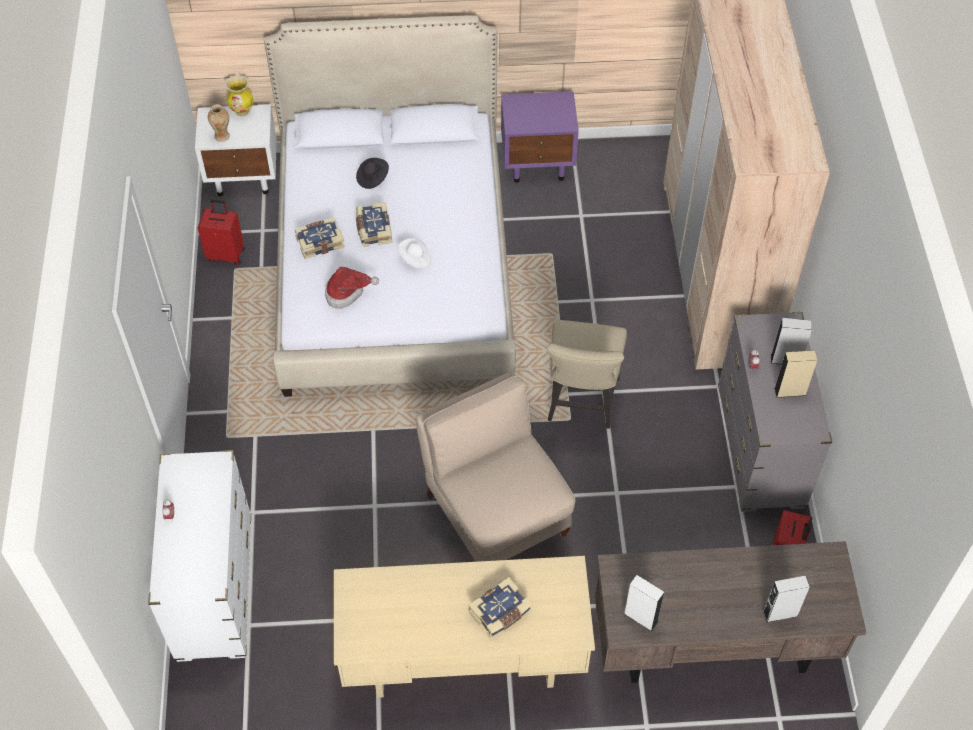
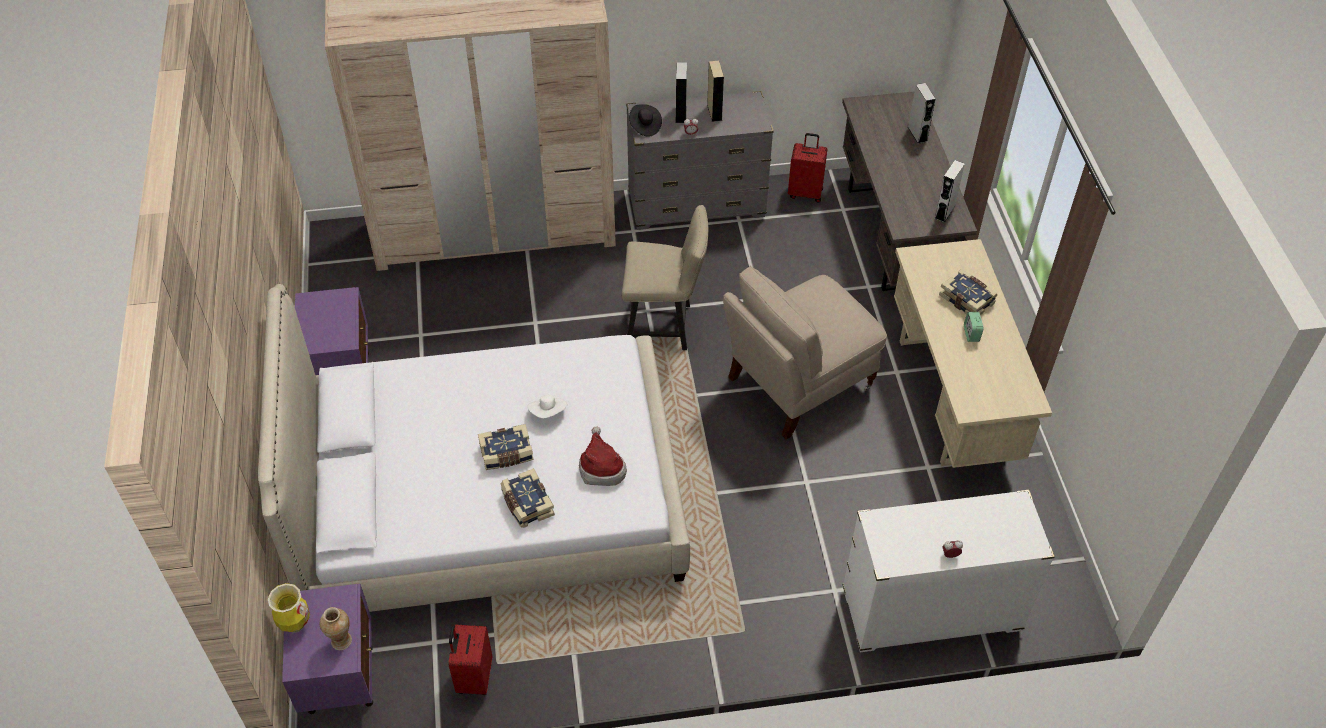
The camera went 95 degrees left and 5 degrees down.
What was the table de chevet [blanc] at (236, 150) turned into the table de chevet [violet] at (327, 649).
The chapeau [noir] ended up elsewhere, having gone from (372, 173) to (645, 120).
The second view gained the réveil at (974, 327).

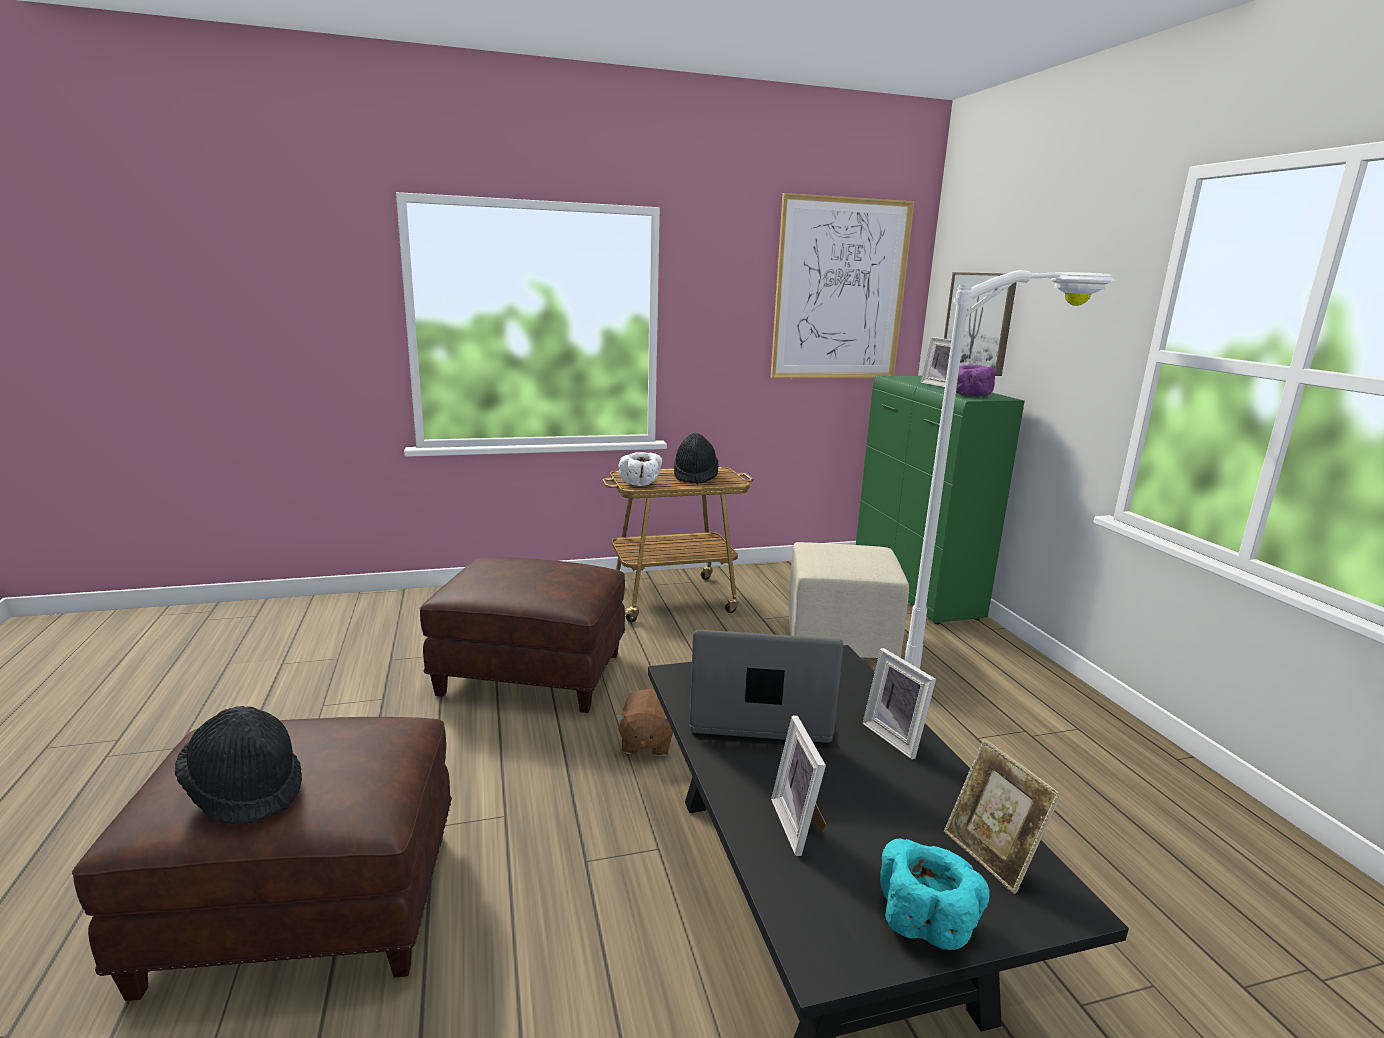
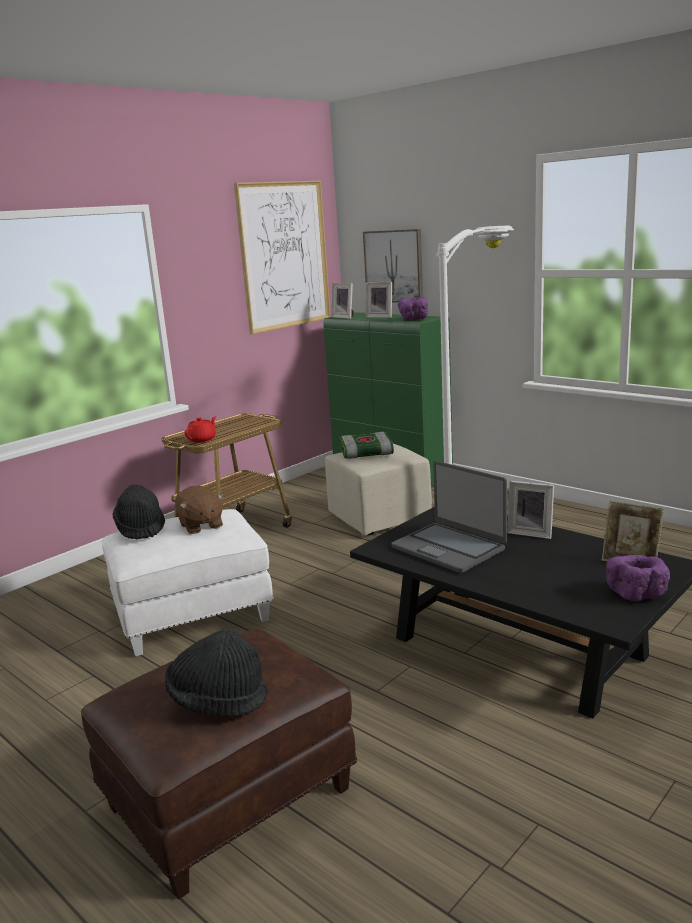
The camera went 30 degrees left and 0 degrees up.
The chapeau [noir] ended up elsewhere, having gone from (696, 458) to (139, 511).
Where the bol [blanc] stood at (640, 469), the théière [rouge] came to stand at (200, 429).
What was the pouf [marron] at (523, 635) turned into the pouf [blanc] at (188, 582).
The ordinateur portable at (767, 686) ended up facing another way, 105 degrees counterclockwise from before.
The peluche [marron] ended up elsewhere, having gone from (644, 722) to (199, 510).
The cadre photo ended up elsewhere, having gone from (798, 785) to (342, 301).
What was the bol [turquoise] at (934, 894) turned into the bol [violet] at (638, 578).
The second view gained the livre at (367, 445).

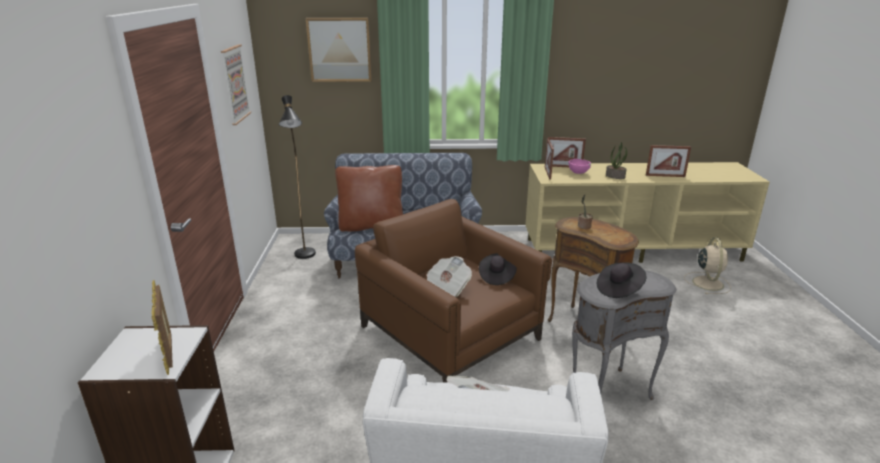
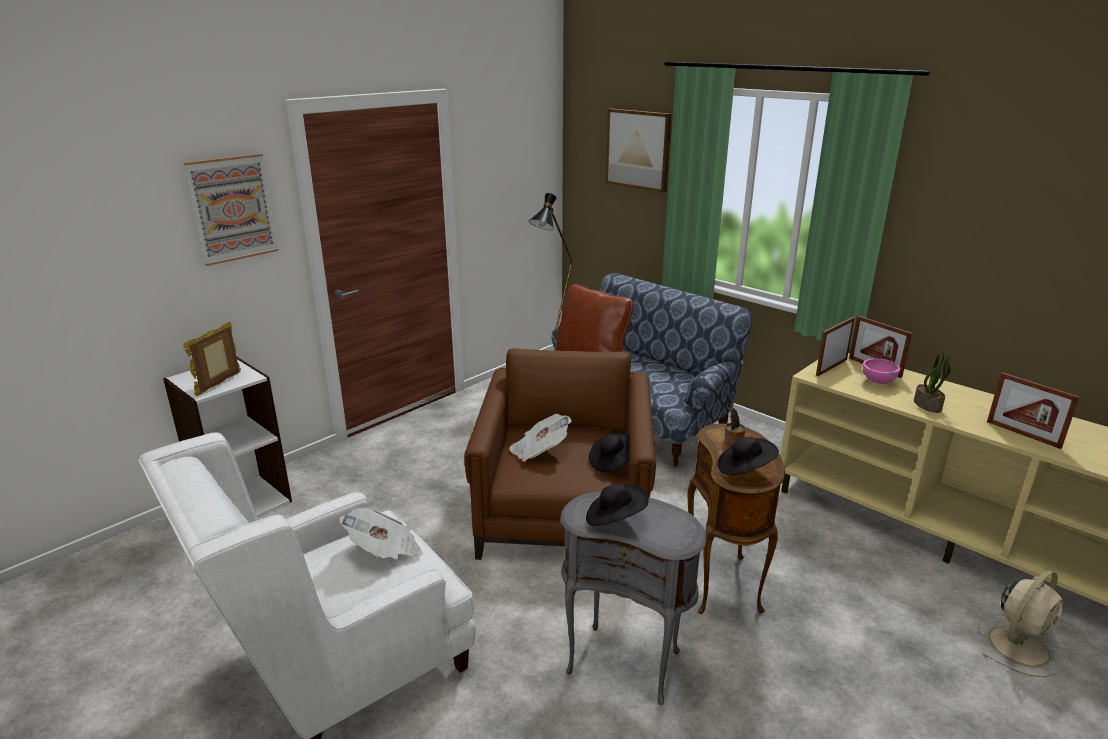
The camera went 45 degrees right and 0 degrees up.
The tableau ended up elsewhere, having gone from (236, 85) to (230, 209).
The second view gained the chapeau [noir] at (748, 456).

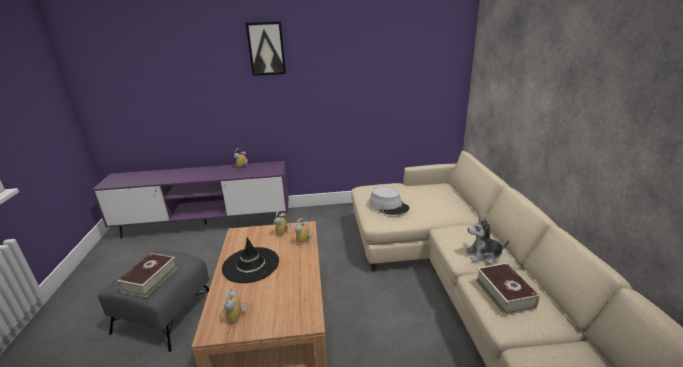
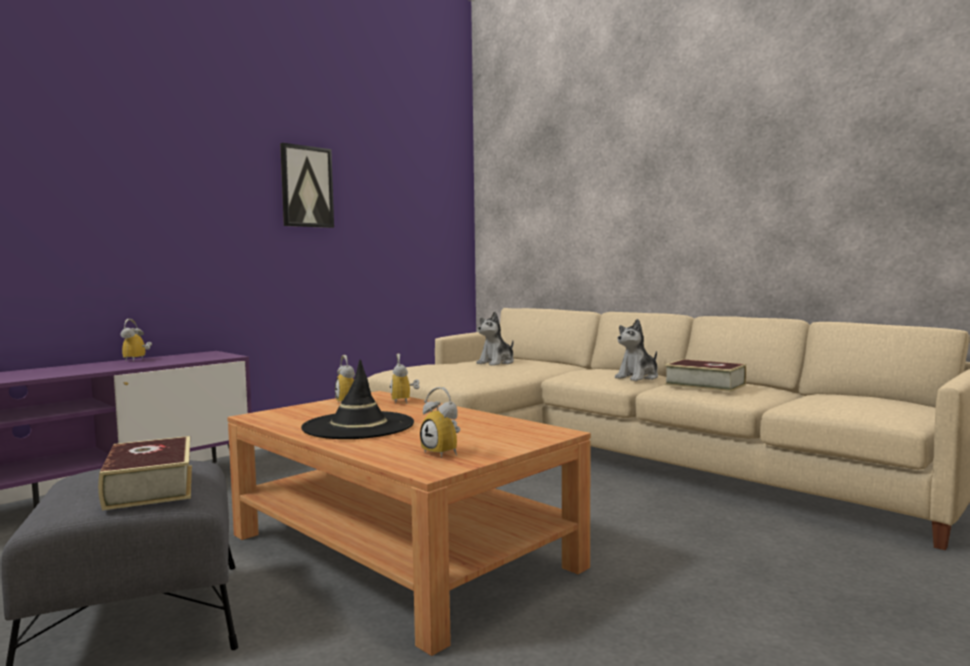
The camera went 40 degrees left and 20 degrees down.
The tableau ended up elsewhere, having gone from (266, 48) to (307, 185).
The second view lost the chapeau [gris] at (389, 200).
The second view gained the peluche at (495, 339).

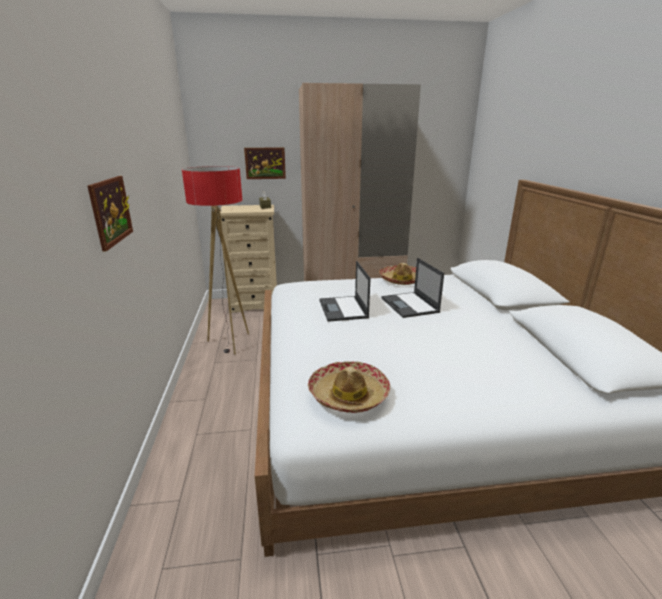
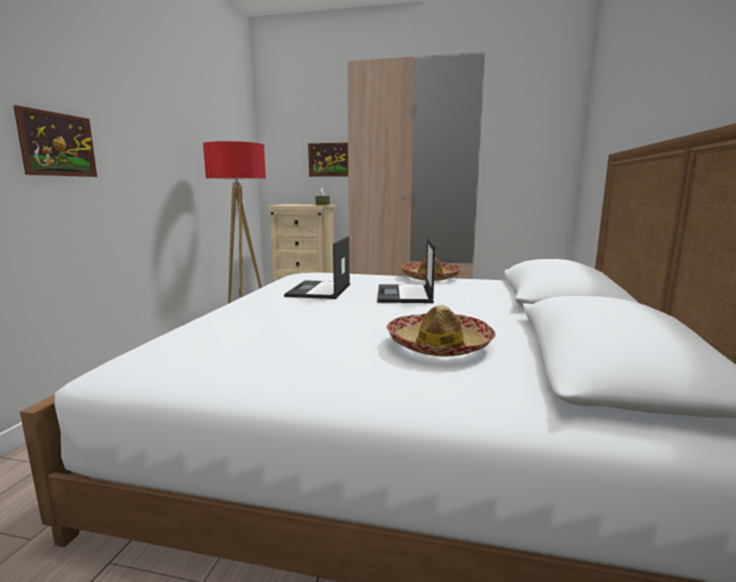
The camera went 20 degrees right and 10 degrees down.
The chapeau ended up elsewhere, having gone from (349, 387) to (441, 331).

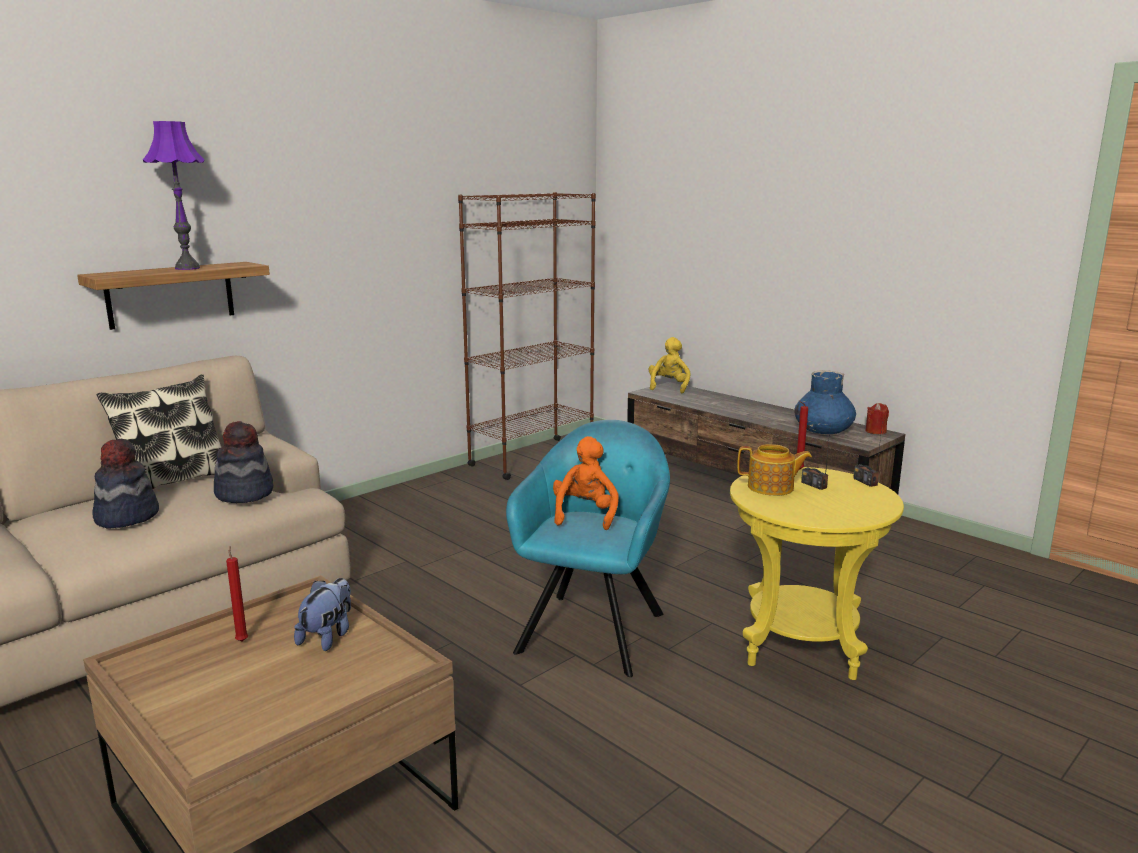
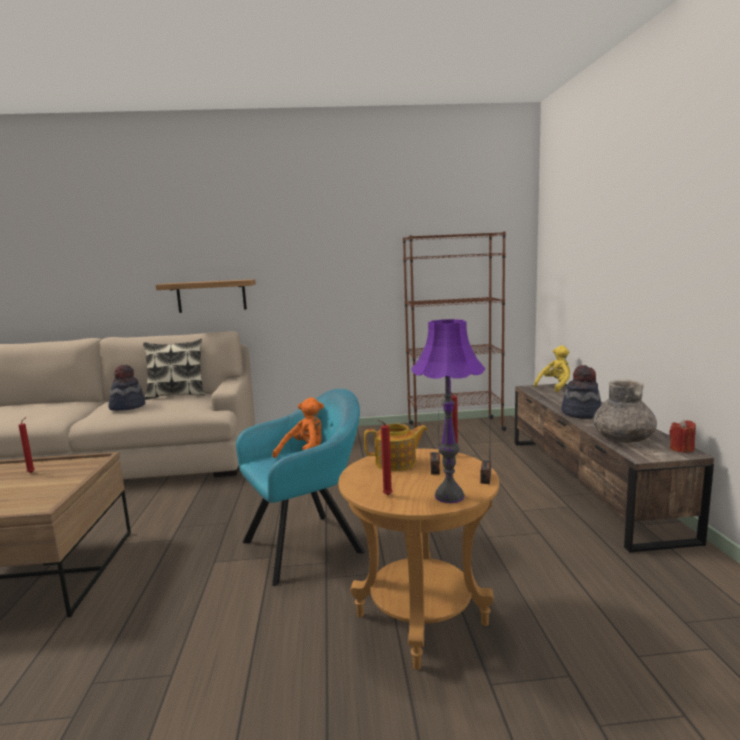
The camera went 40 degrees right and 5 degrees down.
The lampe de table [violet] ended up elsewhere, having gone from (173, 195) to (448, 411).
What was the vase [bleu] at (825, 402) turned into the vase [gris] at (625, 411).
The chapeau ended up elsewhere, having gone from (243, 462) to (581, 392).
The théière at (774, 470) ended up facing another way, 60 degrees counterclockwise from before.
What was the table d'appoint [jaune] at (817, 573) turned into the table d'appoint [marron] at (418, 559).
The second view lost the peluche at (322, 614).
The second view gained the bougie [rouge] at (385, 457).

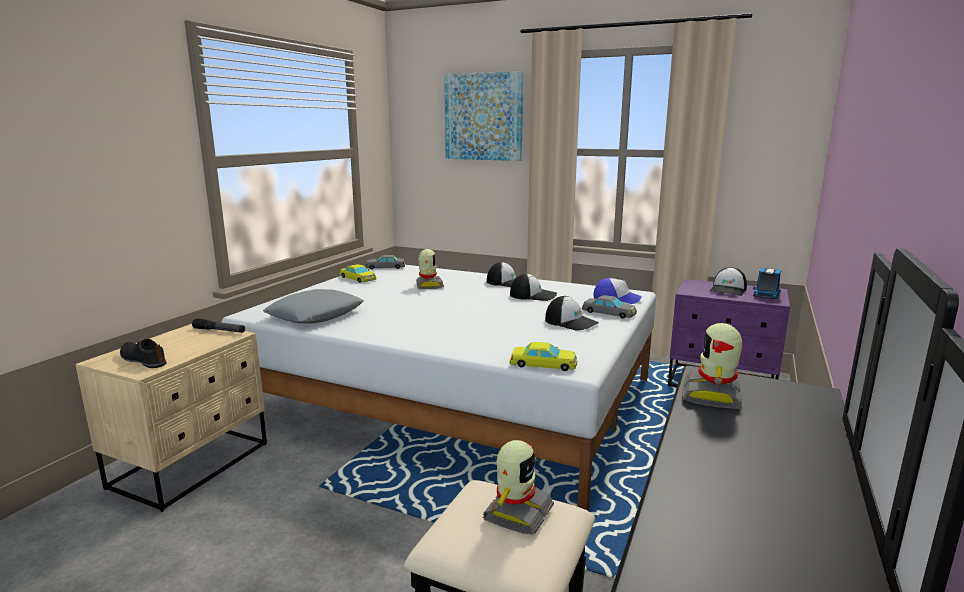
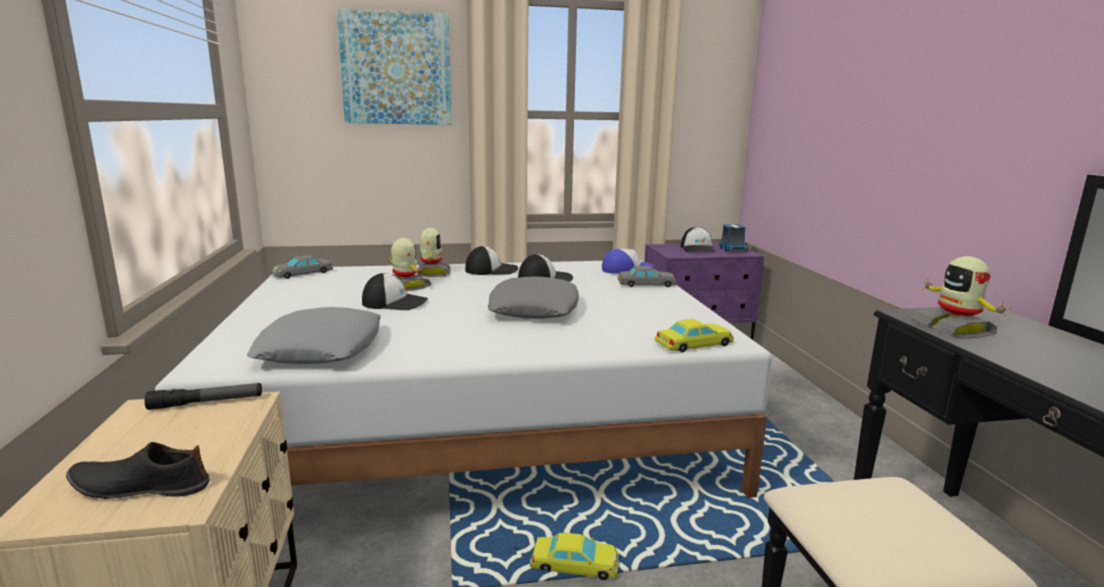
The camera went 35 degrees left and 0 degrees up.
The petite voiture [jaune] ended up elsewhere, having gone from (357, 273) to (574, 556).
The casquette ended up elsewhere, having gone from (572, 313) to (395, 291).
The robot jouet ended up elsewhere, having gone from (518, 487) to (434, 252).
The second view gained the coussin [gris] at (533, 297).

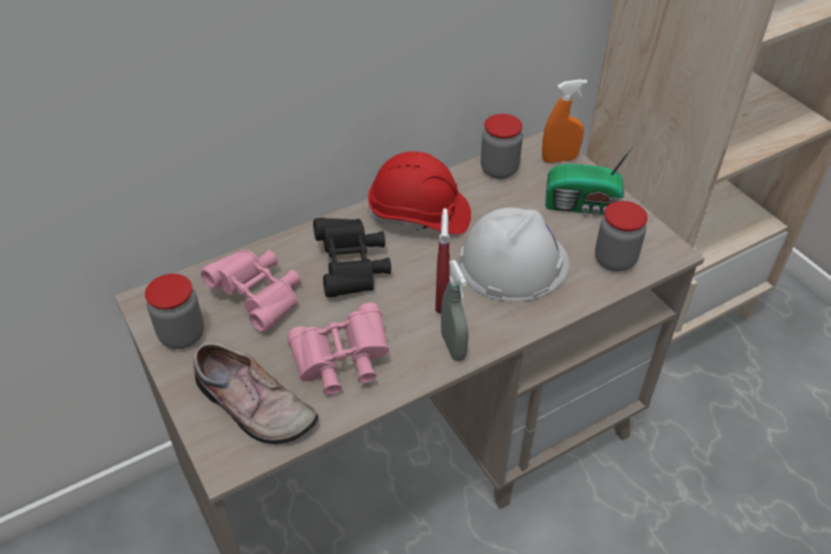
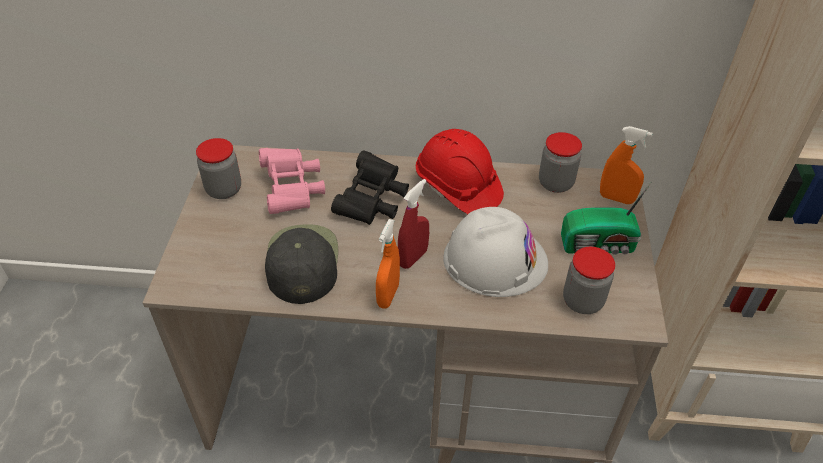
The camera went 35 degrees right and 0 degrees up.
The radio at (591, 178) ended up facing another way, 45 degrees counterclockwise from before.
What was the vaporisateur [gris] at (455, 310) turned into the vaporisateur [orange] at (388, 264).
Where the jumelles [rose] stood at (338, 349), the casquette [noir] came to stand at (301, 264).
The second view lost the chaussure at (255, 393).

